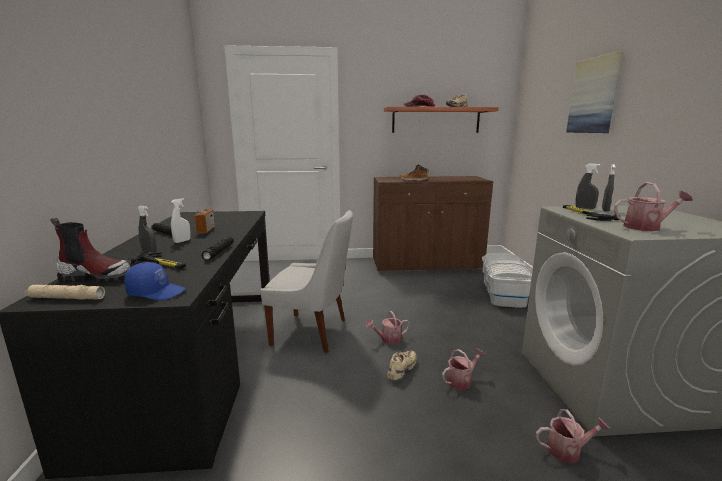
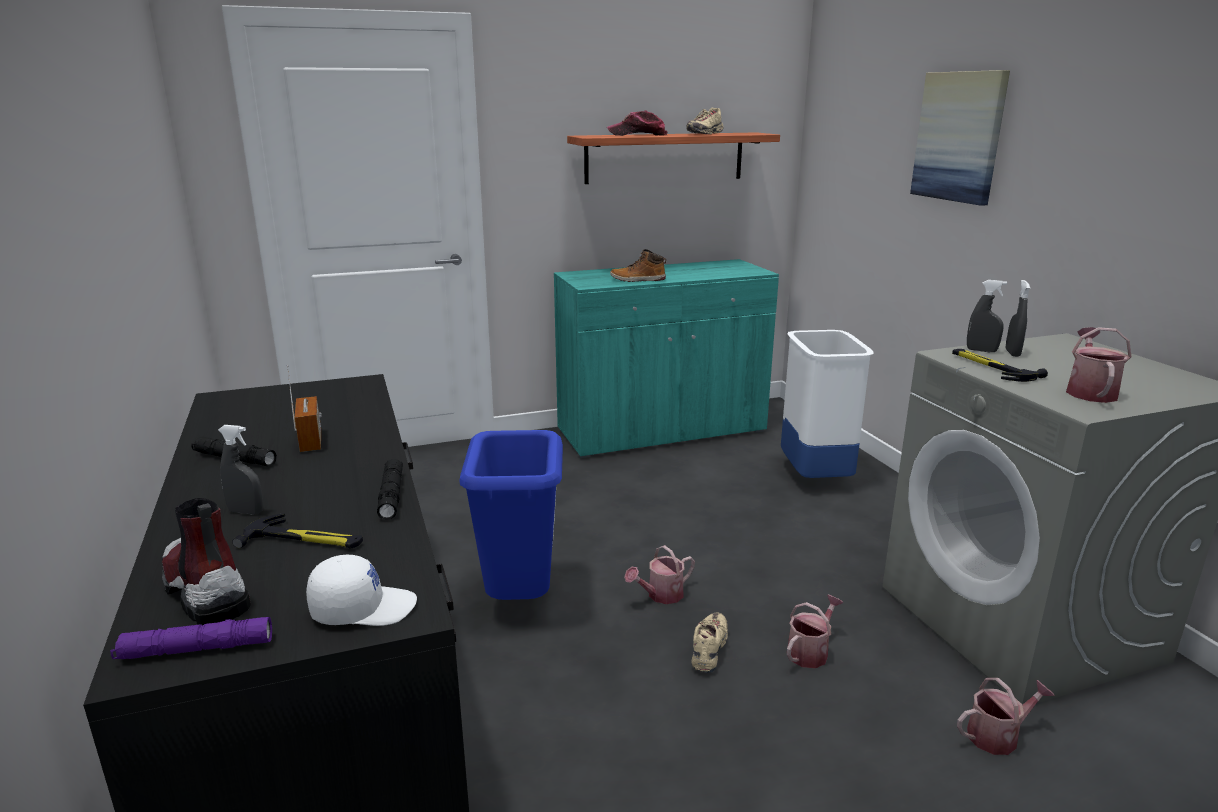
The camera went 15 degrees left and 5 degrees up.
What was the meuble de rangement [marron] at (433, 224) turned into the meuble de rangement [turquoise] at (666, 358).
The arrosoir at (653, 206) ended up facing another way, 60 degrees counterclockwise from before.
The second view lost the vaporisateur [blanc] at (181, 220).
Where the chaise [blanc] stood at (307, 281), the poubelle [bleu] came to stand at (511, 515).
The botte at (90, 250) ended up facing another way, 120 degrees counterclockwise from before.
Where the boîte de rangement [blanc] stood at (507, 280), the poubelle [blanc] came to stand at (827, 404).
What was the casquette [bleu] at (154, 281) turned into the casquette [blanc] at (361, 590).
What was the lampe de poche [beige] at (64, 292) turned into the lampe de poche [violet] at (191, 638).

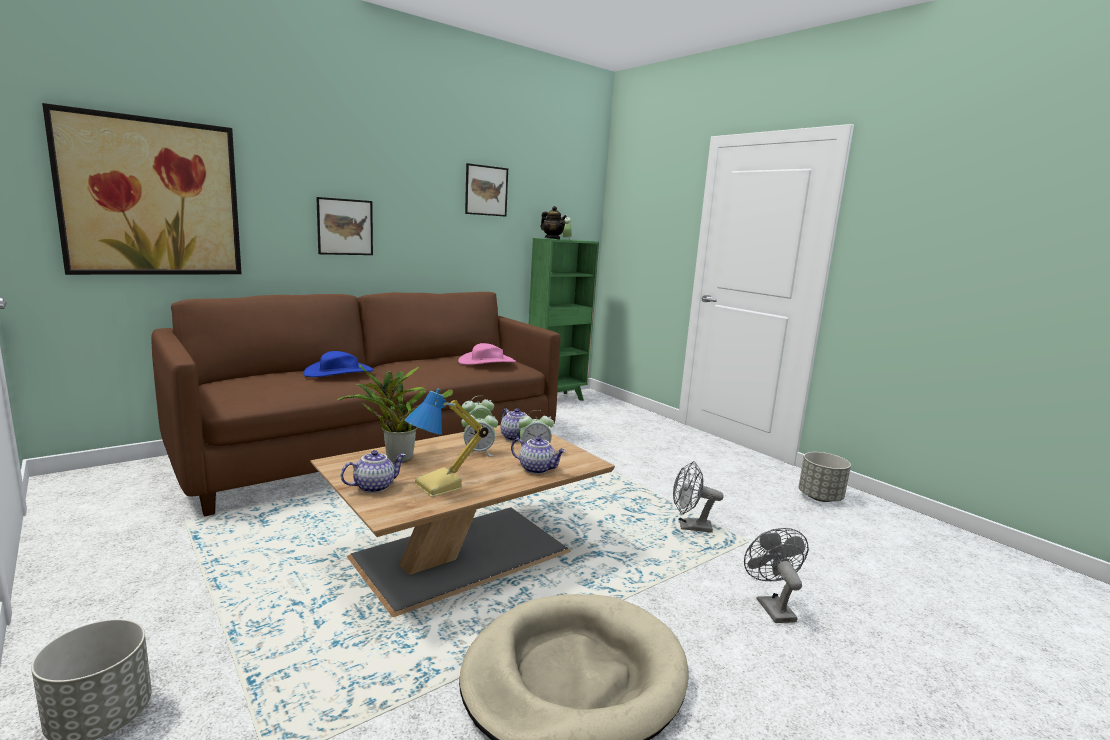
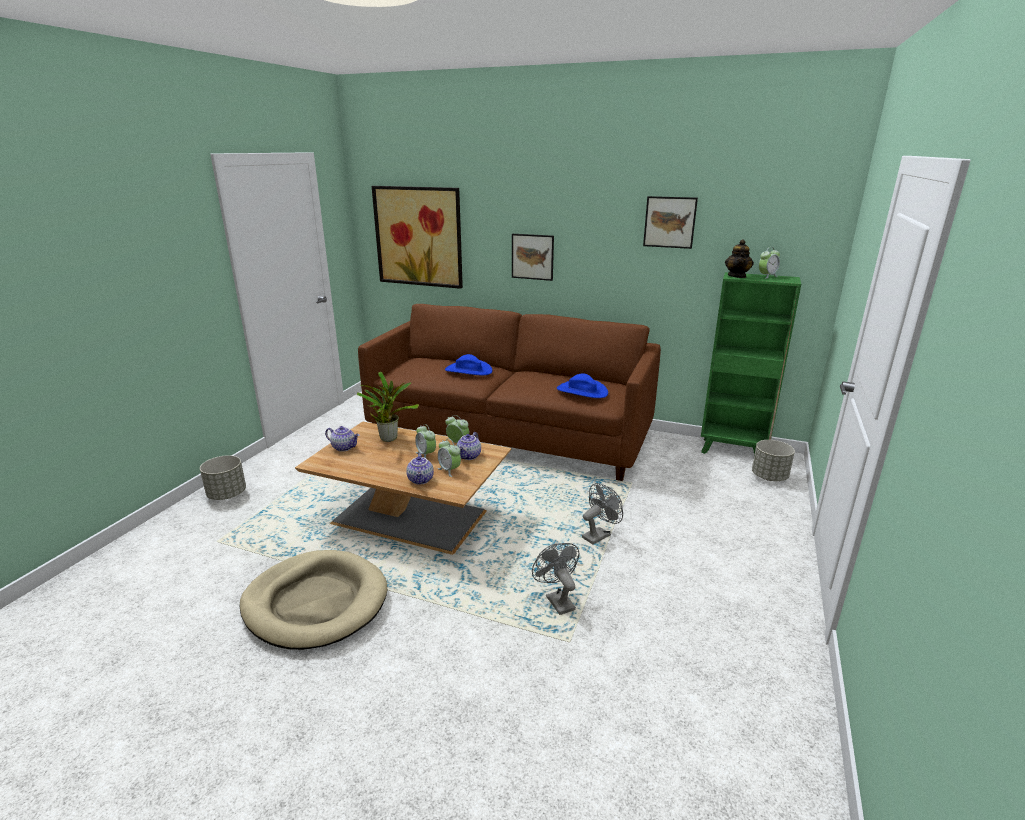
The camera went 60 degrees right and 10 degrees up.
What was the chapeau [rose] at (487, 354) turned into the chapeau [bleu] at (582, 385).
The second view lost the lampe de table at (446, 443).
The cache-pot [gris] ended up elsewhere, having gone from (825, 477) to (773, 460).
The ventilateur [gris] ended up elsewhere, having gone from (776, 575) to (602, 513).

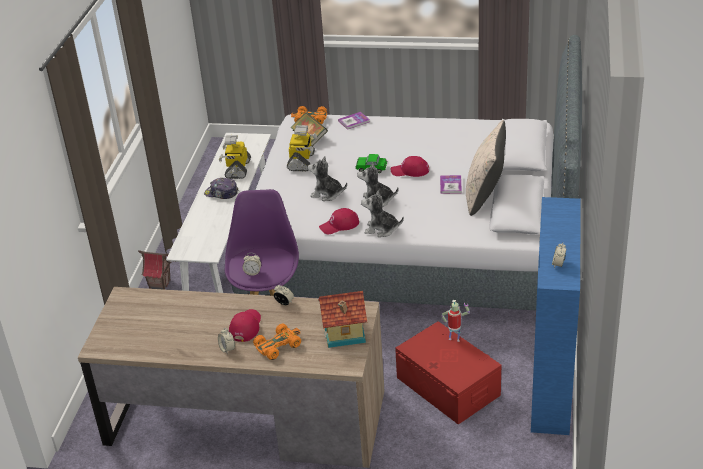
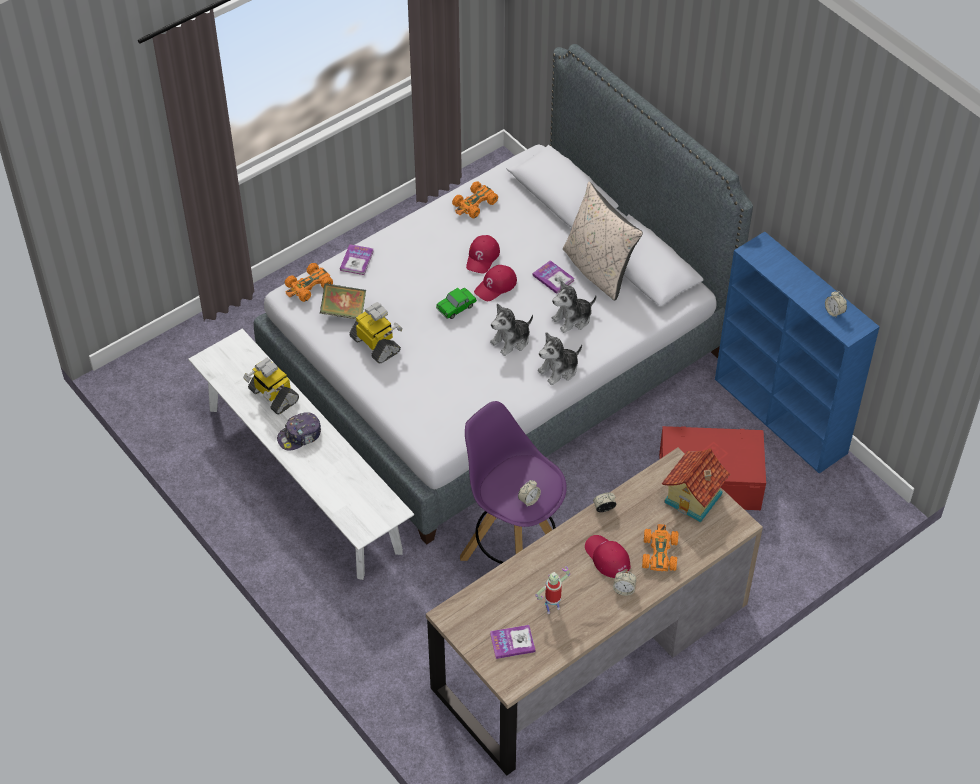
The camera went 50 degrees left and 15 degrees up.
The peluche ended up elsewhere, having gone from (327, 178) to (574, 307).
The casquette [rouge] ended up elsewhere, having gone from (339, 221) to (483, 254).
The second view lost the maison miniature at (155, 270).
The robot jouet ended up elsewhere, having gone from (455, 321) to (552, 590).
The second view gained the petite voiture [orange] at (475, 199).
The second view gained the livre at (512, 642).

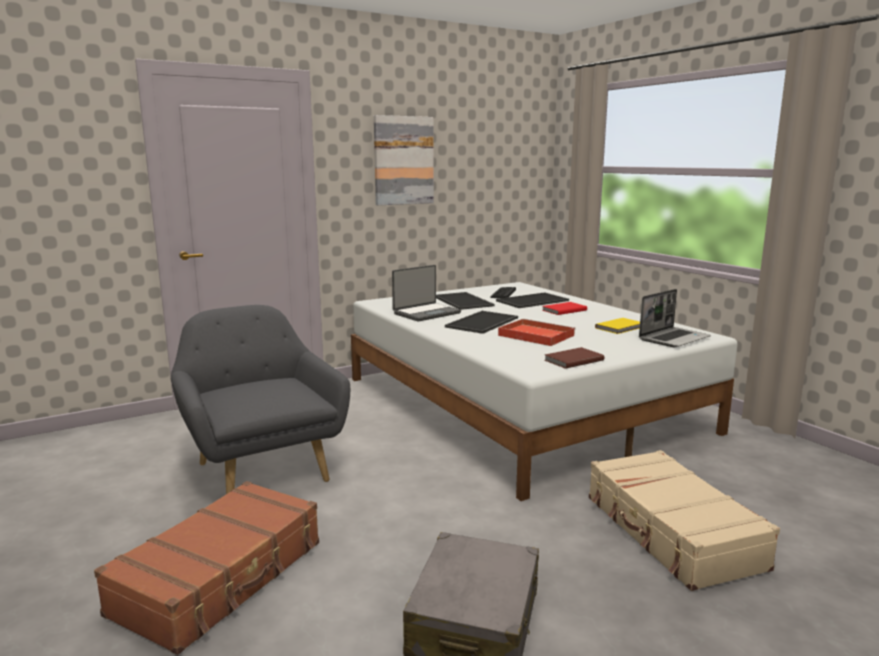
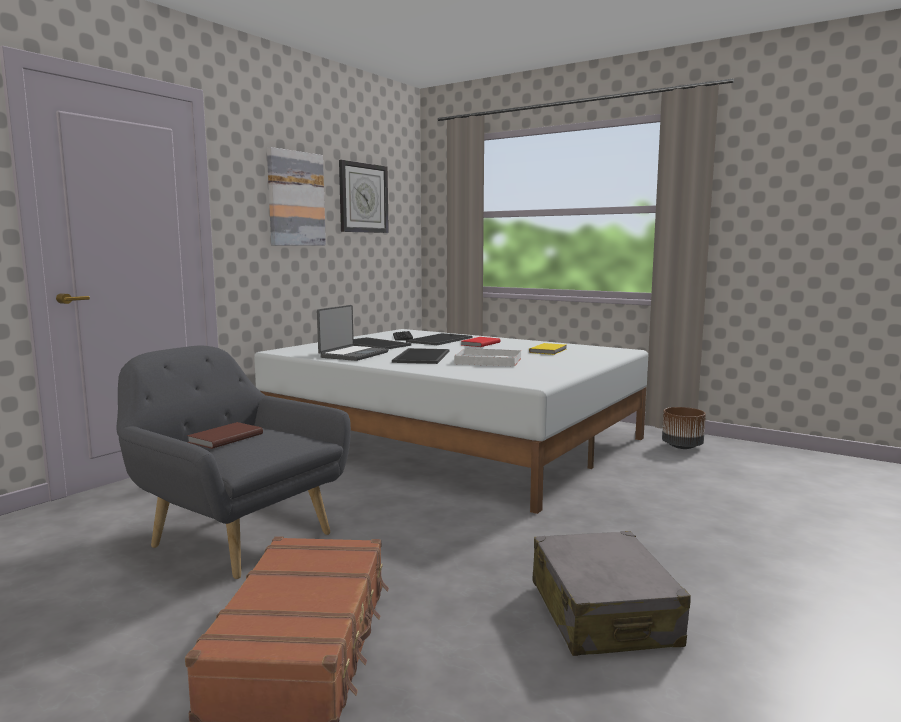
The camera went 25 degrees left and 5 degrees down.
The second view lost the ordinateur portable at (675, 318).
What was the plateau [rouge] at (536, 332) turned into the plateau [blanc] at (487, 357).
The livre [marron] ended up elsewhere, having gone from (574, 358) to (225, 435).
The second view lost the valise [beige] at (684, 520).
The second view gained the horloge murale at (364, 196).
The second view gained the cache-pot [marron] at (684, 428).

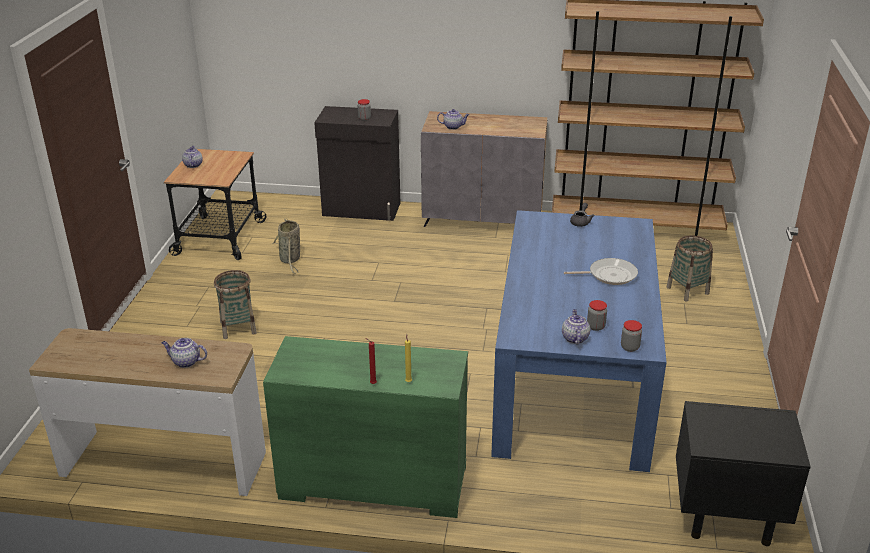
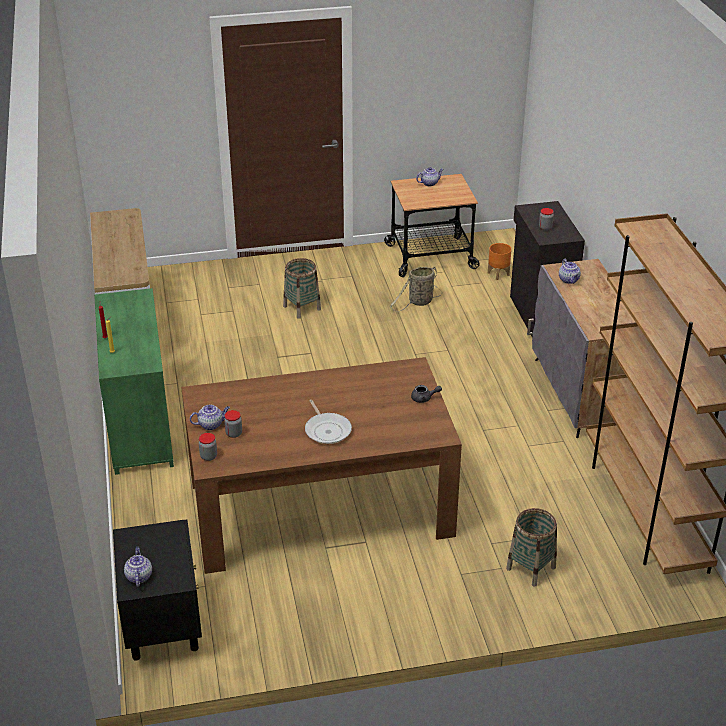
The camera went 70 degrees right and 5 degrees up.
What was the table à manger [bleu] at (579, 341) turned into the table à manger [marron] at (321, 465).
The théière ended up elsewhere, having gone from (184, 353) to (138, 567).
The second view gained the cache-pot [orange] at (500, 261).

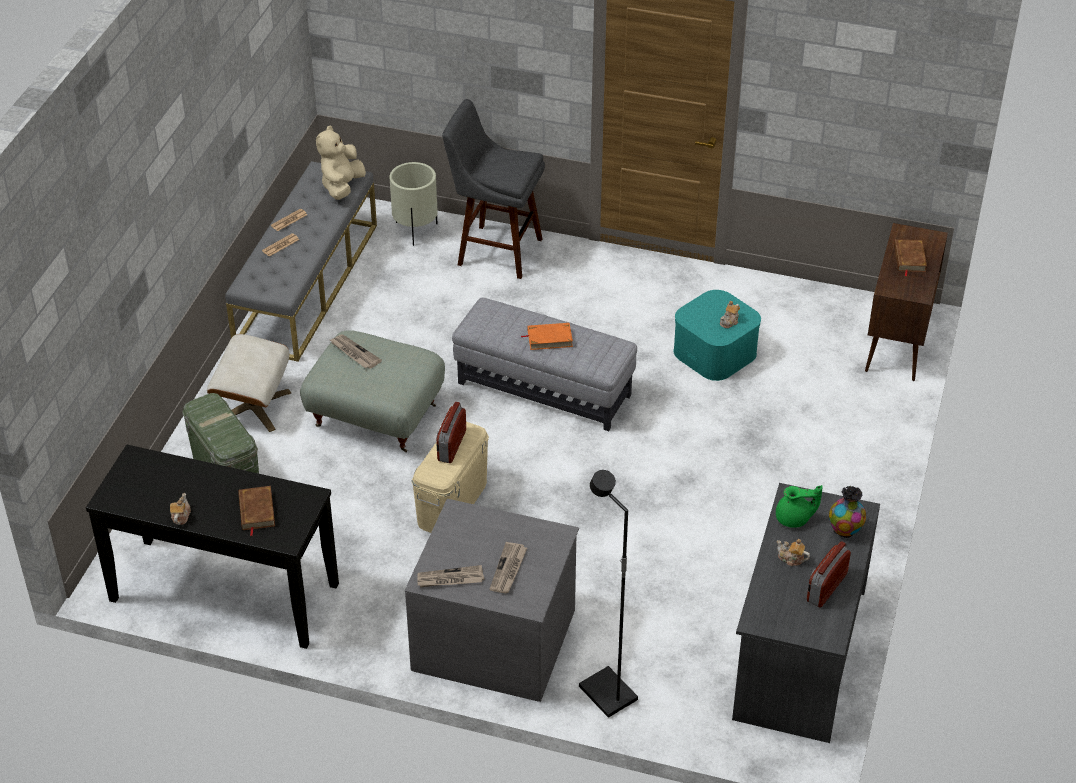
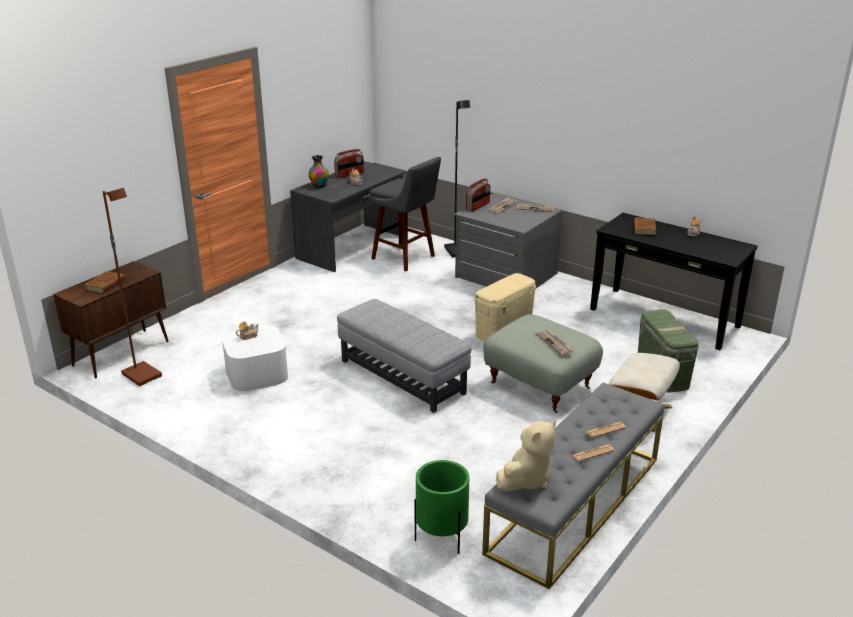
The camera went 160 degrees left and 15 degrees down.
The tabouret [gris] ended up elsewhere, having gone from (493, 189) to (404, 214).
What was the cache-pot [beige] at (414, 204) turned into the cache-pot [vert] at (441, 507).
What was the boîte de rangement [turquoise] at (717, 335) turned into the boîte de rangement [blanc] at (254, 358).
The second view lost the livre [orange] at (547, 336).
The radio ended up elsewhere, having gone from (451, 432) to (478, 194).
The second view lost the théière [vert] at (799, 506).
The second view gained the lampadaire [marron] at (132, 287).

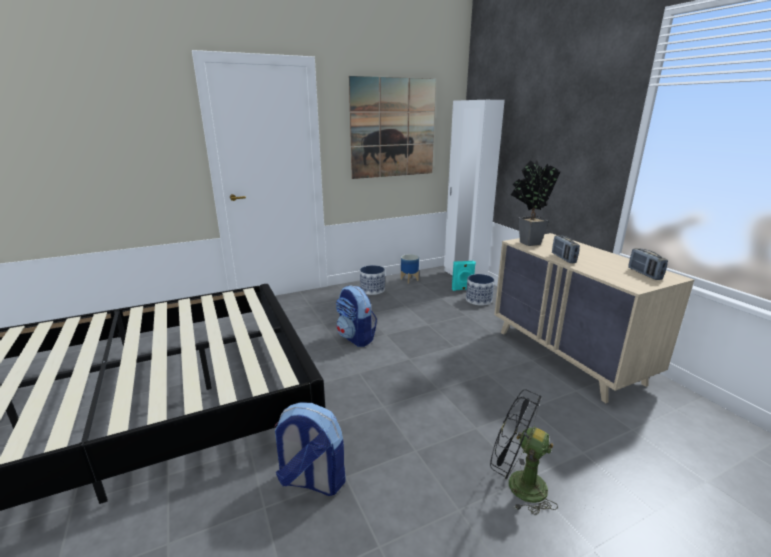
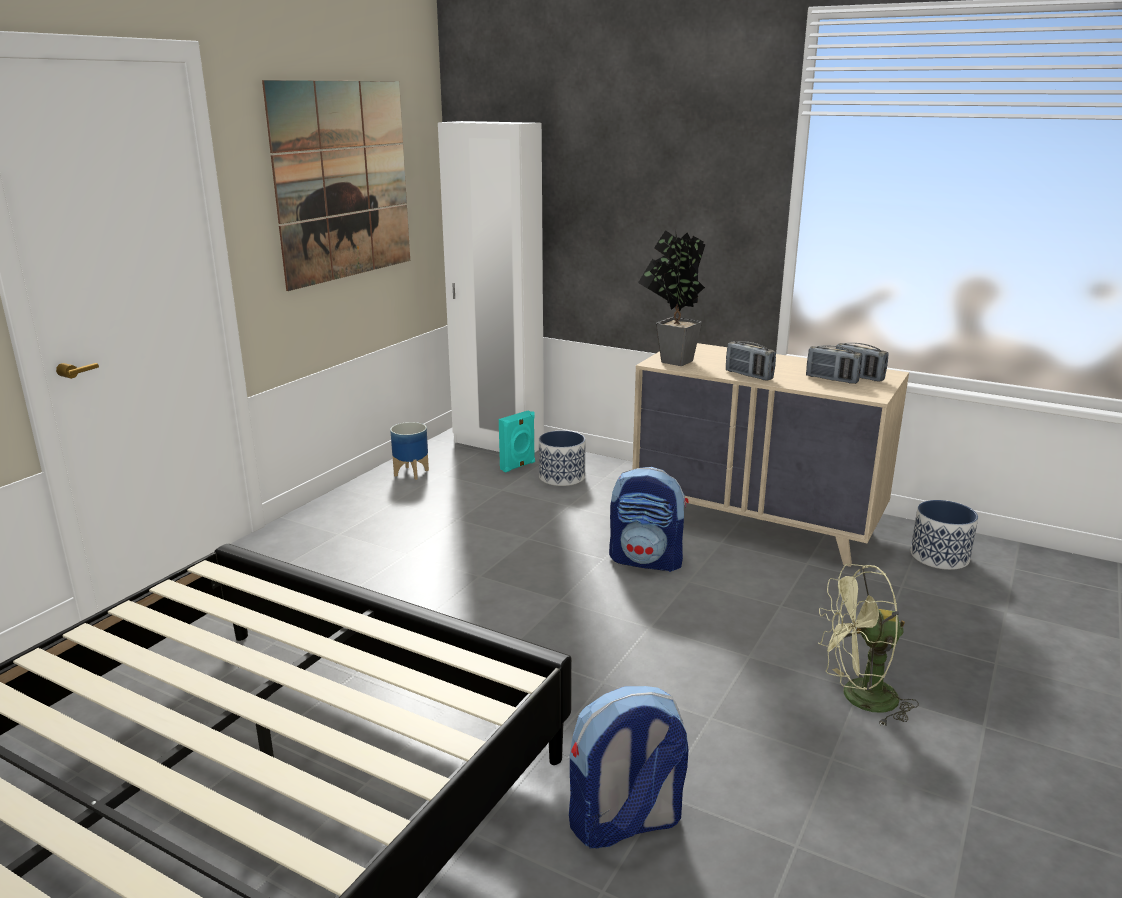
The camera went 35 degrees left and 0 degrees up.
The cache-pot ended up elsewhere, having gone from (372, 280) to (944, 535).
The sac à dos ended up elsewhere, having gone from (356, 316) to (649, 519).
What was the ventilateur [noir] at (524, 452) turned into the ventilateur [vert] at (868, 645).
The second view gained the radio at (834, 364).

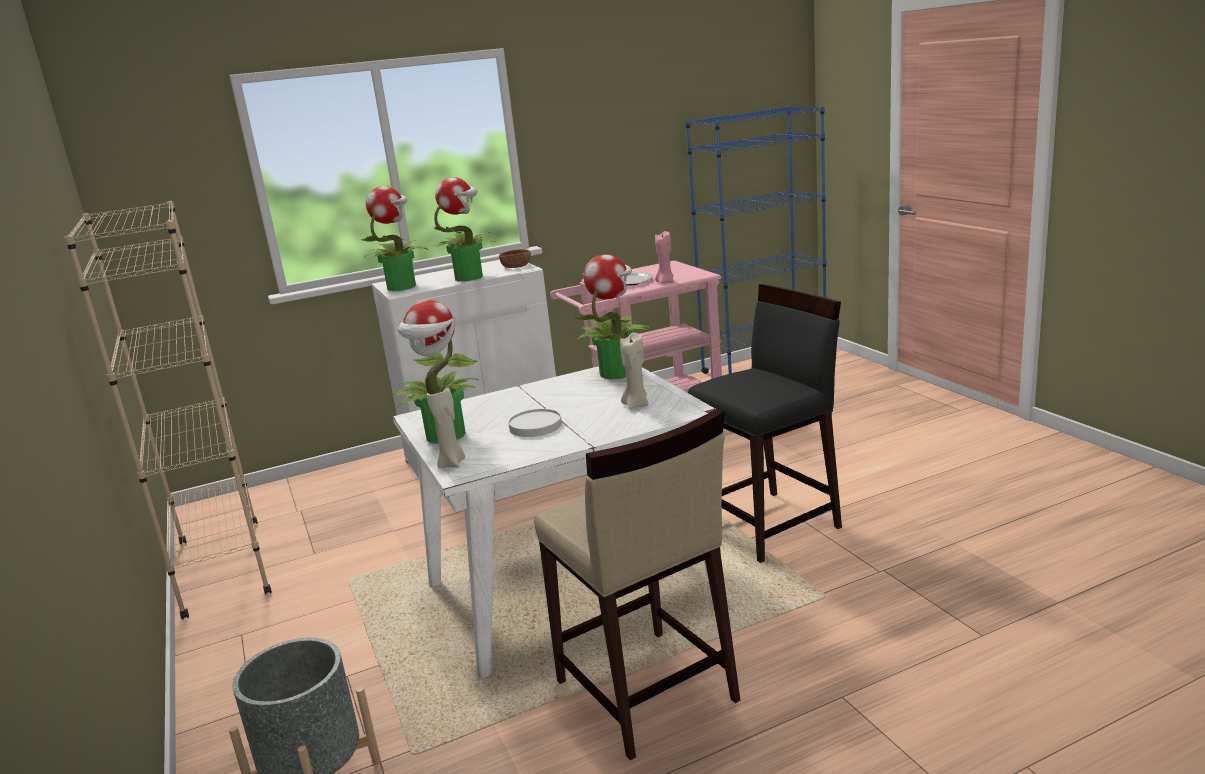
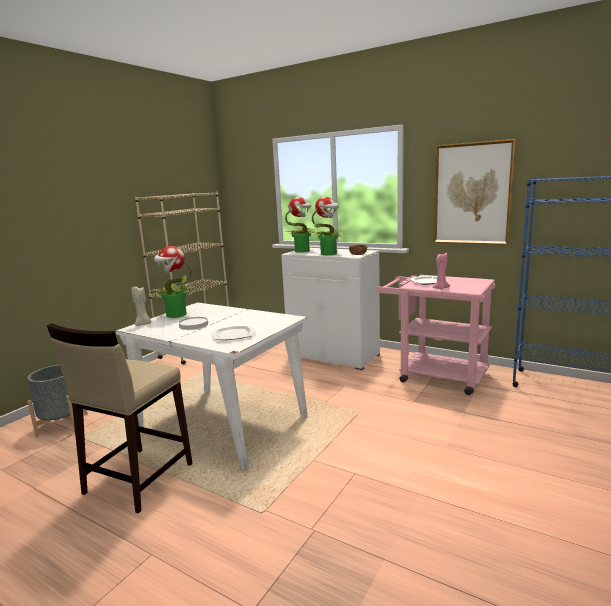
The camera went 55 degrees right and 5 degrees down.
The second view lost the plante en pot at (614, 316).
The second view lost the tabouret [noir] at (765, 423).
Where the bougie [beige] stood at (634, 371), the assiette came to stand at (233, 332).
The second view gained the tableau at (474, 192).

